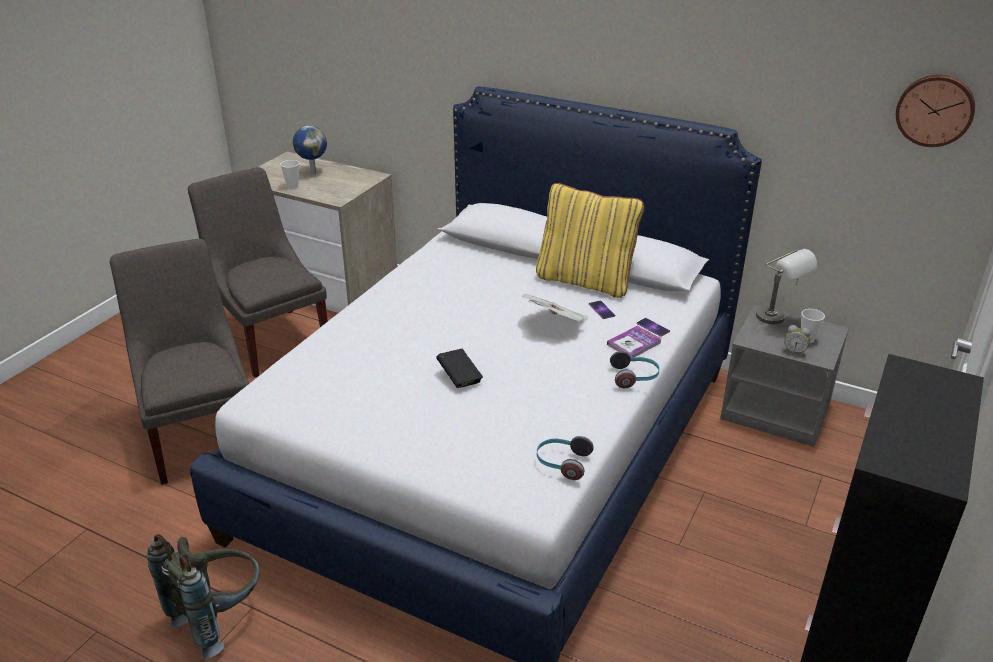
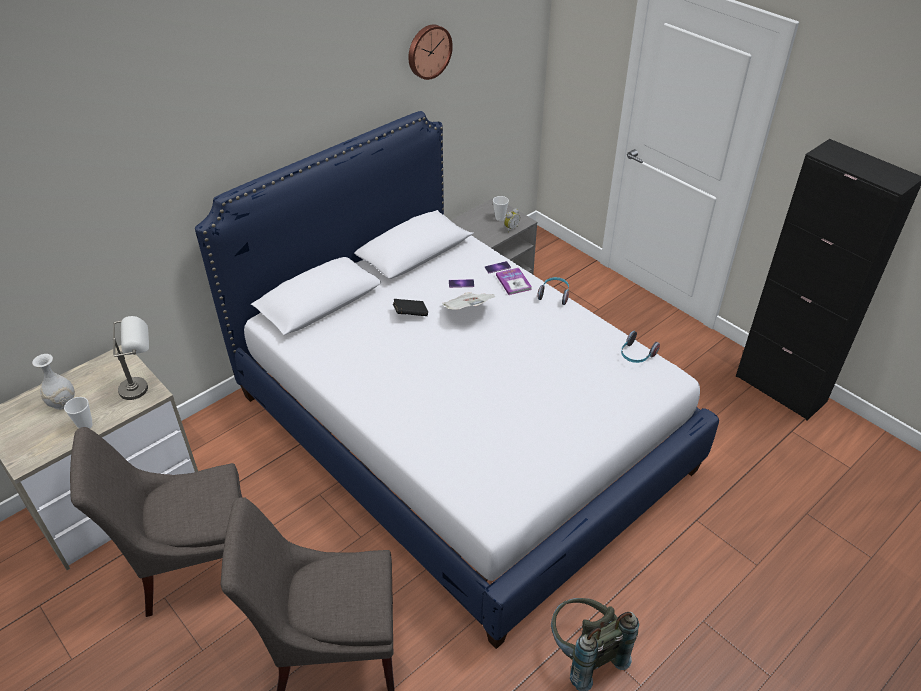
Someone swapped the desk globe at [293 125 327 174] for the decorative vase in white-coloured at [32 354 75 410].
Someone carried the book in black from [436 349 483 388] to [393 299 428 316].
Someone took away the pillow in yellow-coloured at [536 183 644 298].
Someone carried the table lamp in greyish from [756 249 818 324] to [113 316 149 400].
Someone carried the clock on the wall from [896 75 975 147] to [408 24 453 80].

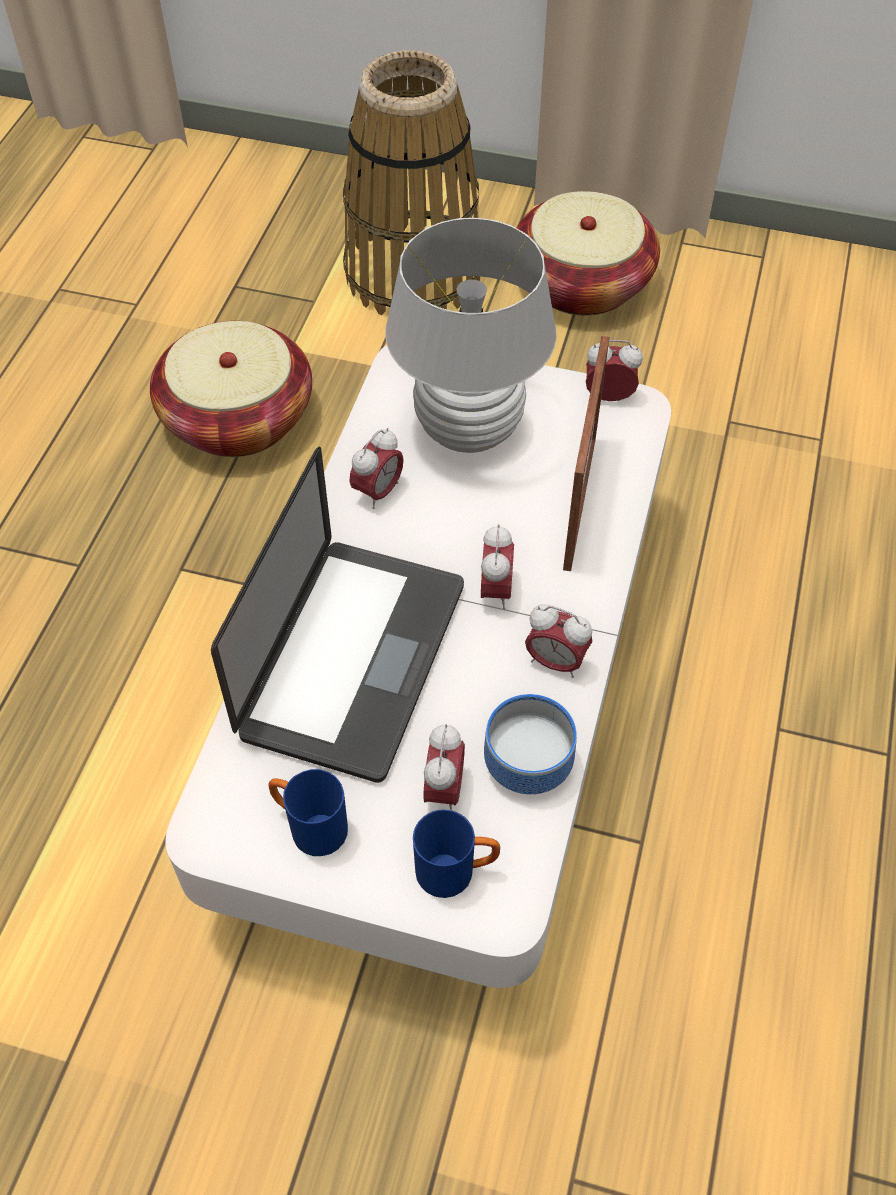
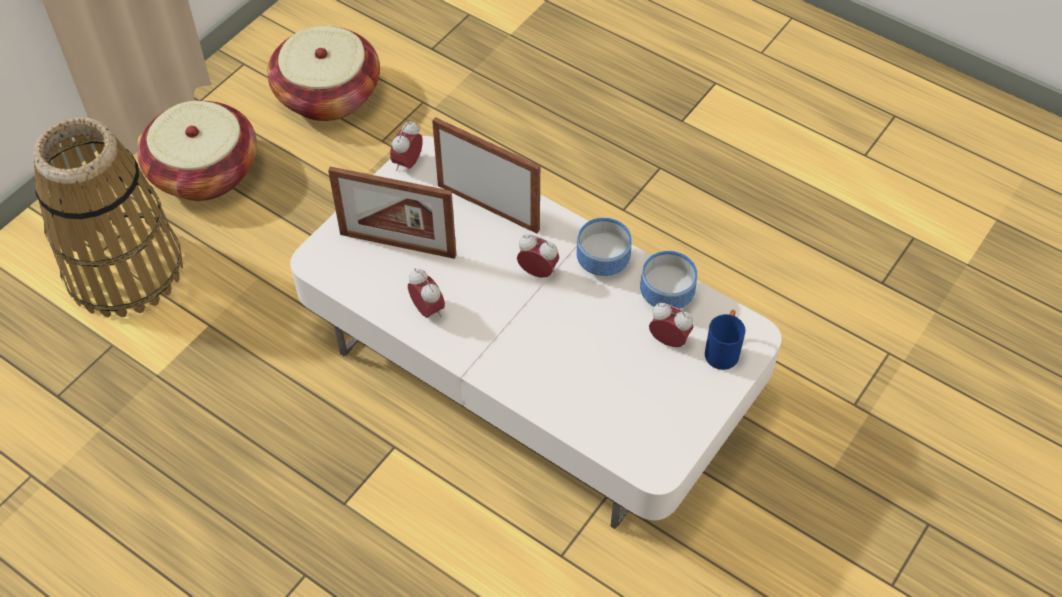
Someone carried the basket from [150 321 312 457] to [267 26 380 121].
Someone took away the notebook computer at [211 447 464 783].
Someone took away the coffee mug in bluish at [268 769 348 856].
Someone swapped the table lamp in white-coloured at [385 218 557 453] for the photo frame at [328 167 456 259].
Someone swapped the alarm clock at [525 604 592 678] for the serving bowl at [576 218 632 276].

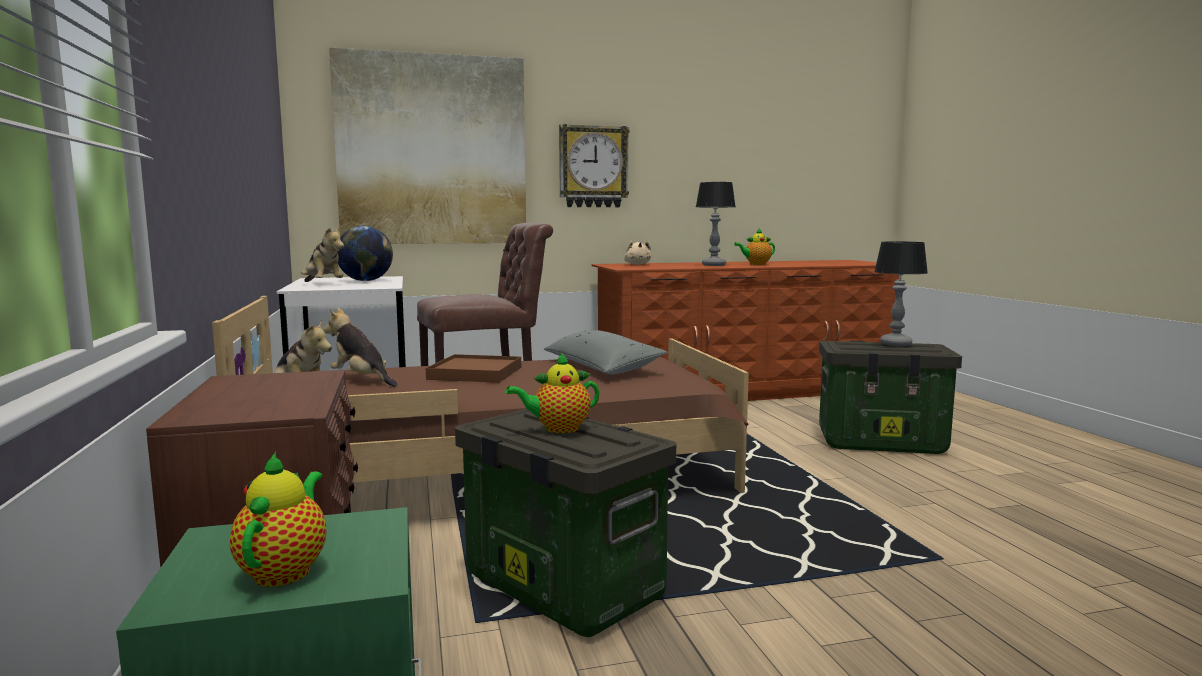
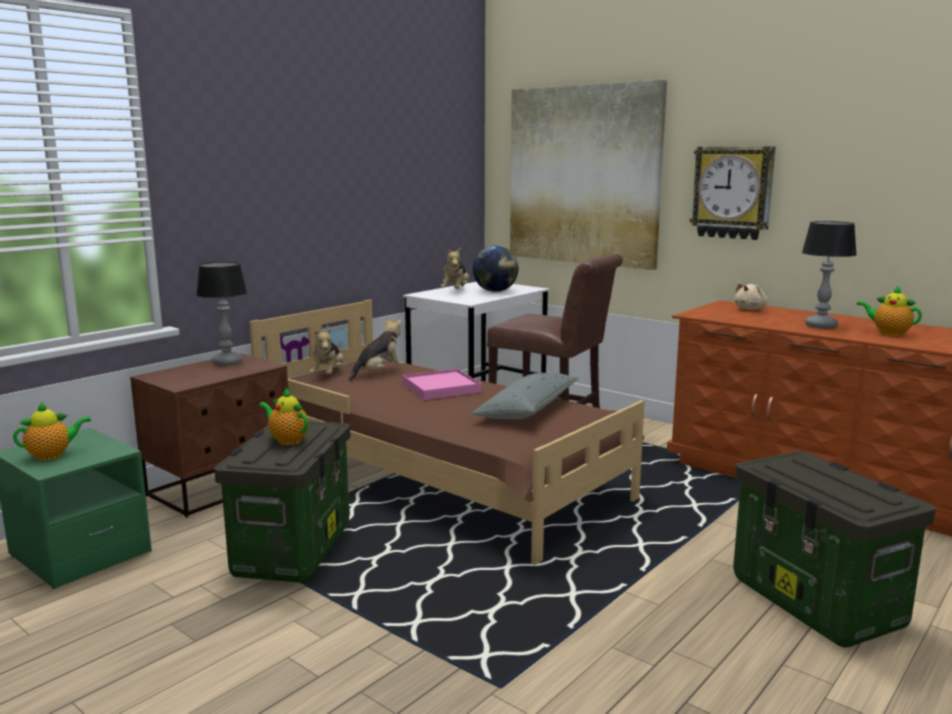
Someone rotated the plush toy at [324 308 397 387] by 45 degrees clockwise.
Someone repainted the tray in brown at [426 354 521 383], which became the tray in pink-coloured at [402 369 482 400].
Someone carried the table lamp from [874 242 928 346] to [196 262 247 366].

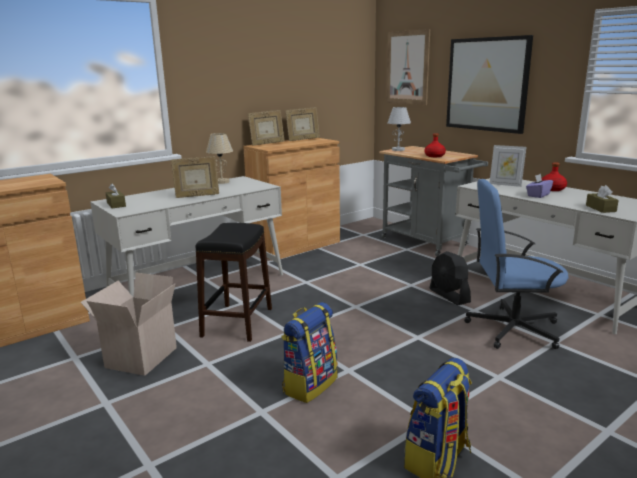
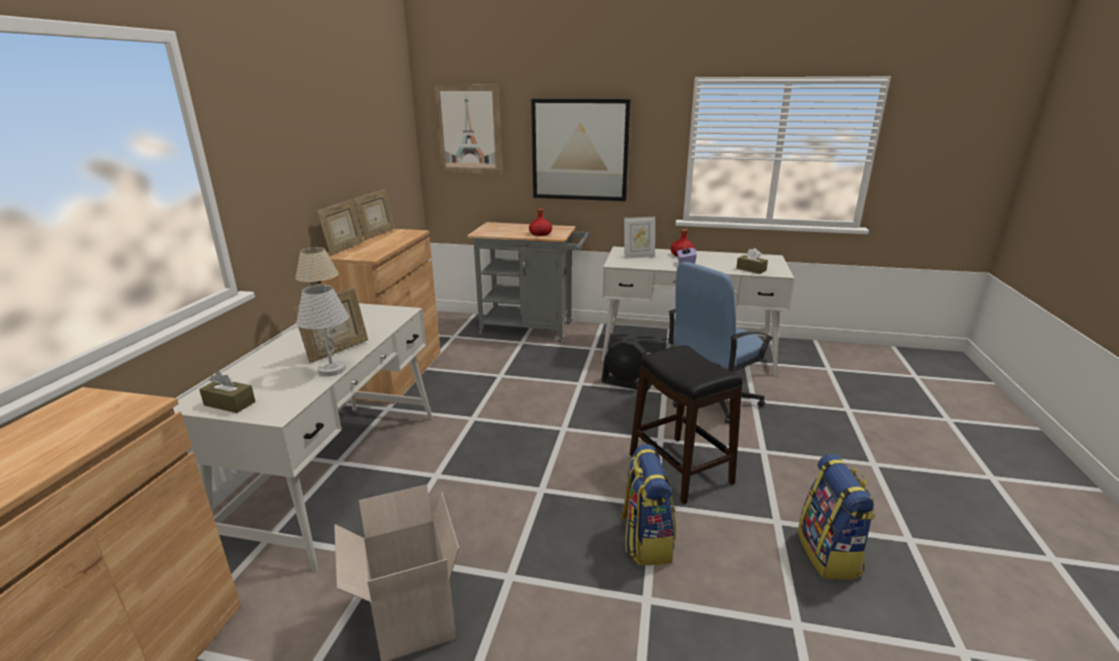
Someone carried the sitting stool in black from [195 223 272 342] to [630 345 743 504].
Someone carried the table lamp in white-coloured from [388 107 411 151] to [296 285 349 376].

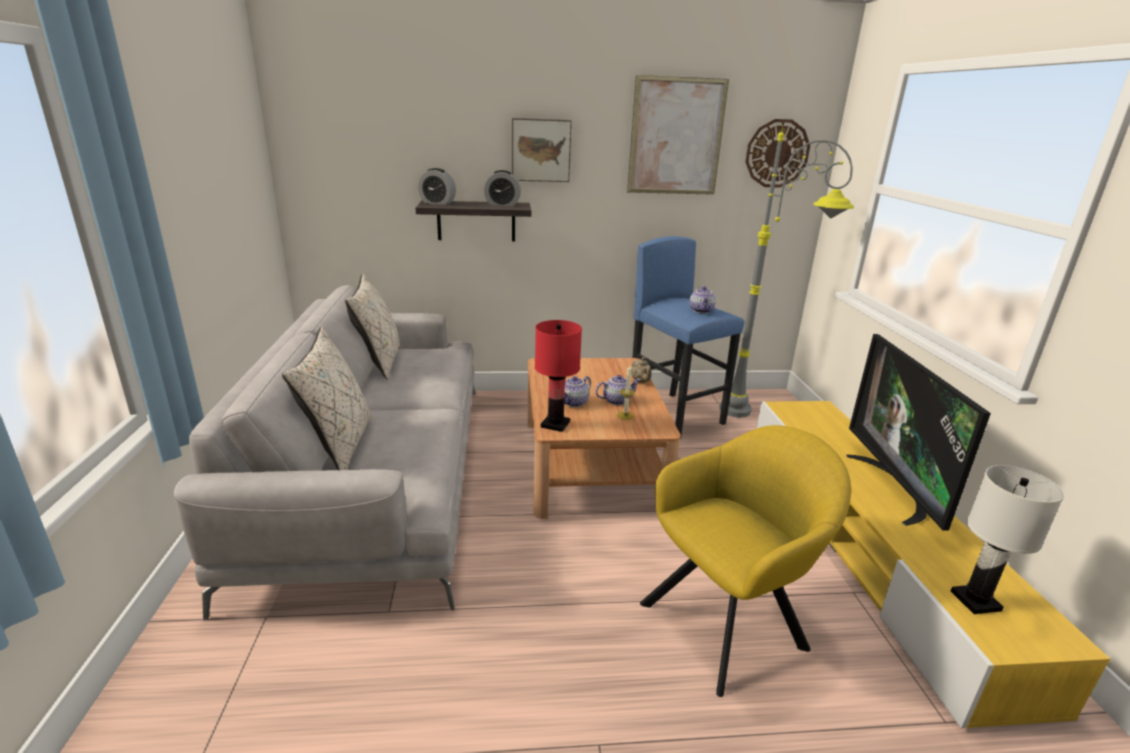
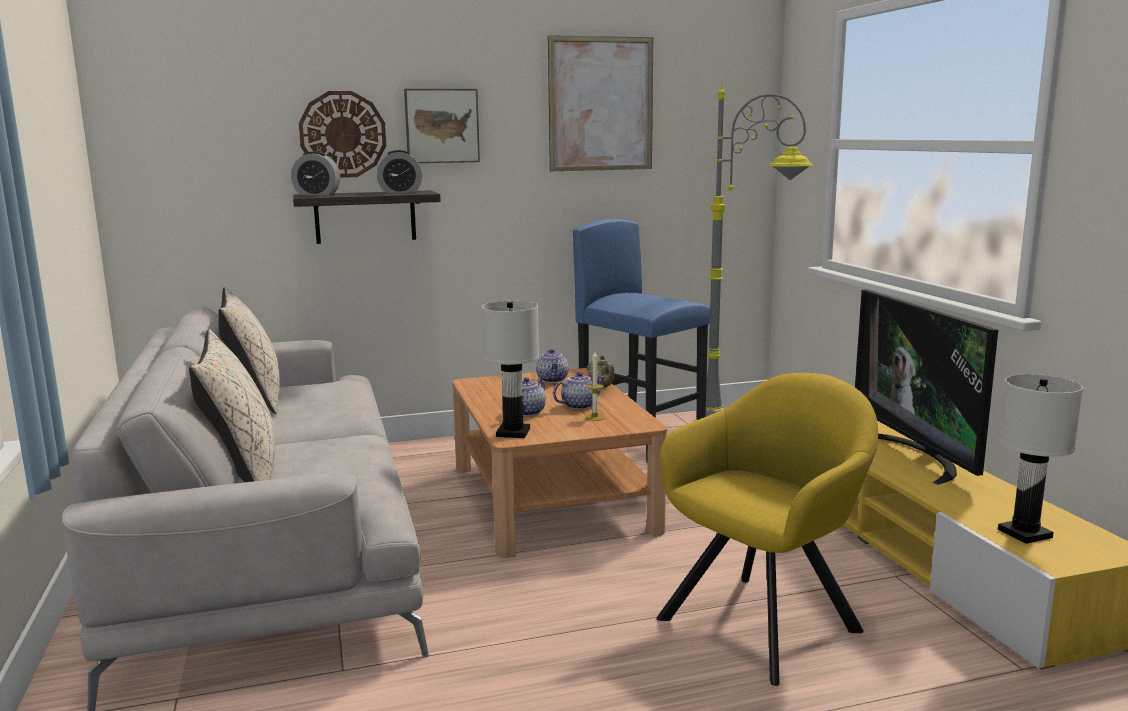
Someone repainted the table lamp in red at [535 320 582 432], which became the table lamp in white-coloured at [482 301 539 438].
Someone carried the teapot from [690 286 716 314] to [536 349 569 383].
Someone carried the clock on the wall from [745 119 810 188] to [299 91 386 178].

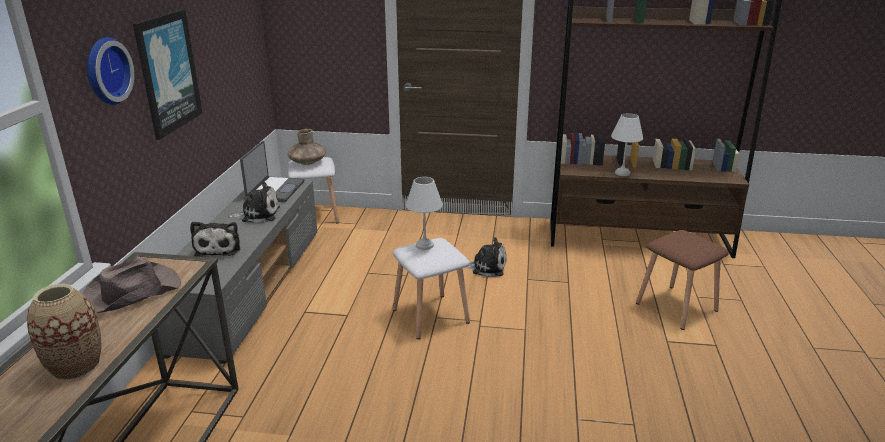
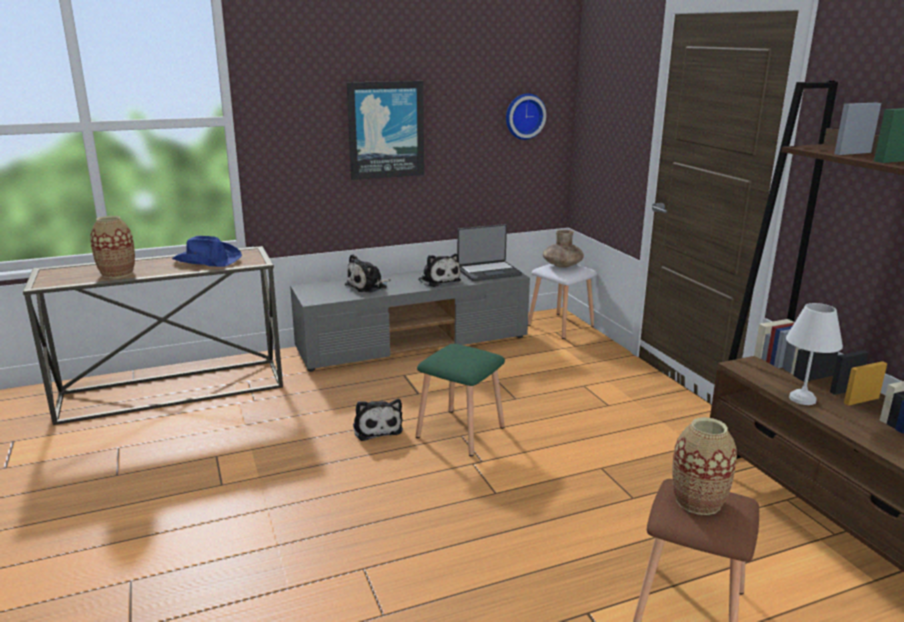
Someone repainted the wearable hat in brown at [82 258 181 313], which became the wearable hat in bluish at [172 236 242 267].
Someone carried the clock on the wall from [87 37 134 105] to [506 93 546 140].
Someone repainted the sitting stool in white-coloured at [393 238 470 339], which became the sitting stool in green at [416 344 505 456].
Someone took away the table lamp in white-coloured at [406 177 443 250].
Someone carried the plush toy from [466 237 507 277] to [353 399 403 441].
Someone put down the decorative vase at [672 417 737 515].

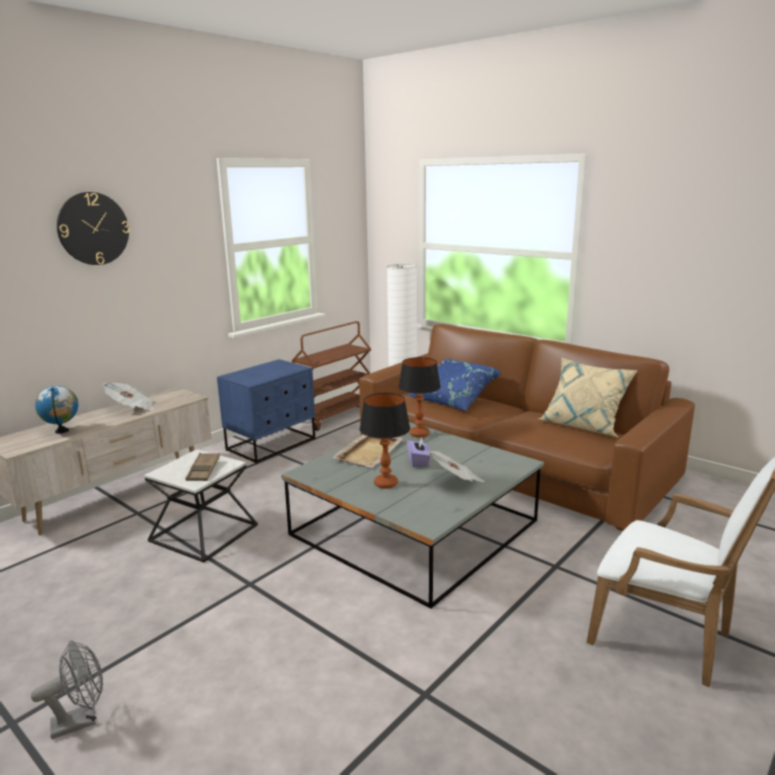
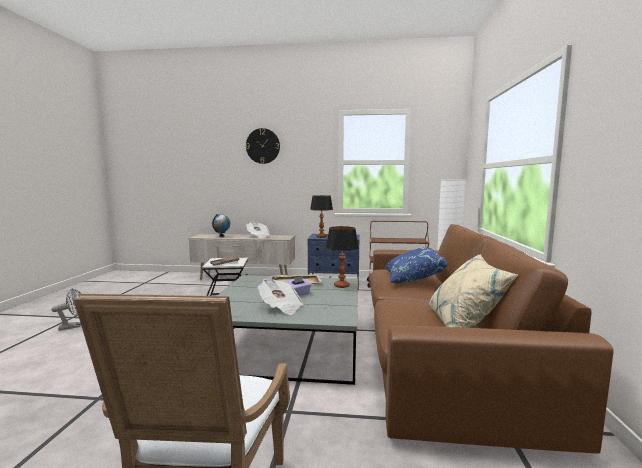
Someone rotated the cooling fan in greyish at [31 641 103 739] by 60 degrees counterclockwise.
Someone carried the table lamp from [360 393 410 489] to [310 195 333 238].

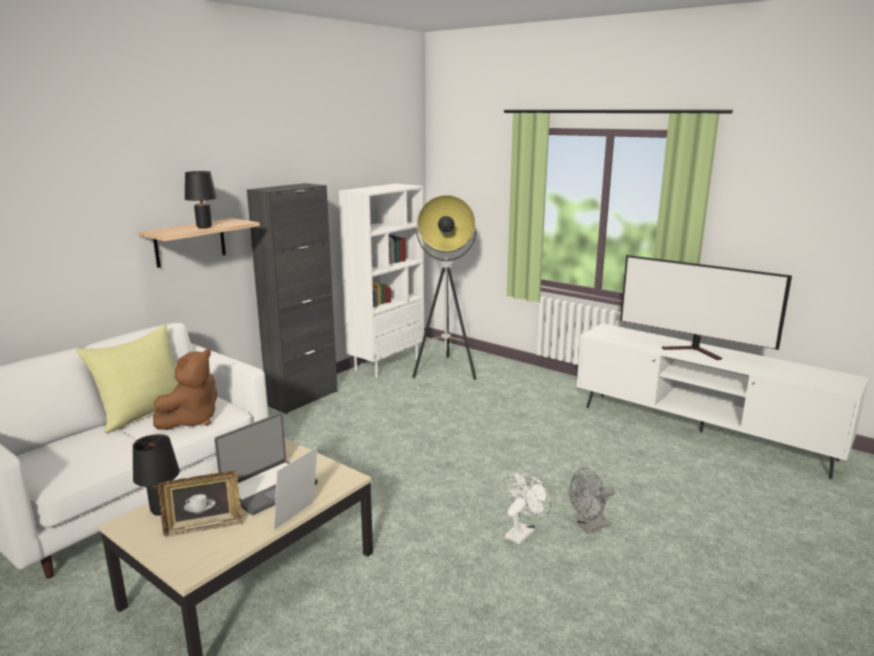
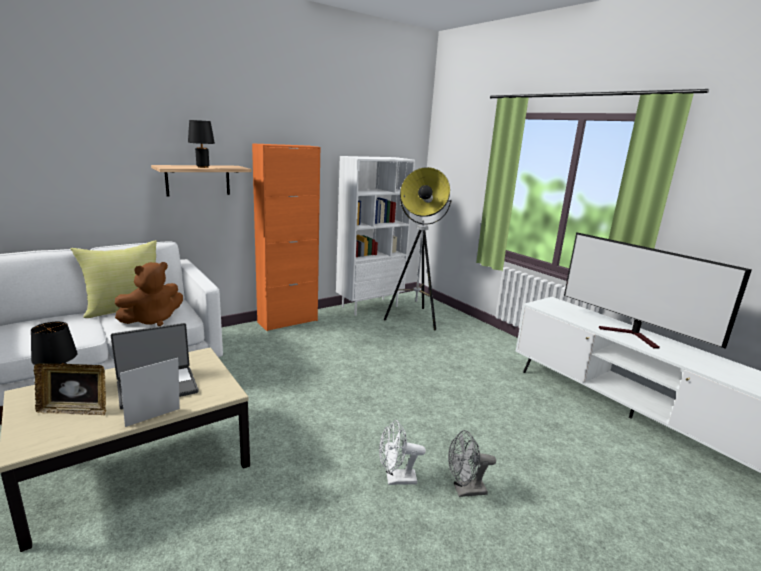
Someone repainted the cupboard in black at [247 183 338 414], which became the cupboard in orange at [252 143 320 331].
Someone rotated the cooling fan in white-coloured at [505 472 551 544] by 150 degrees counterclockwise.

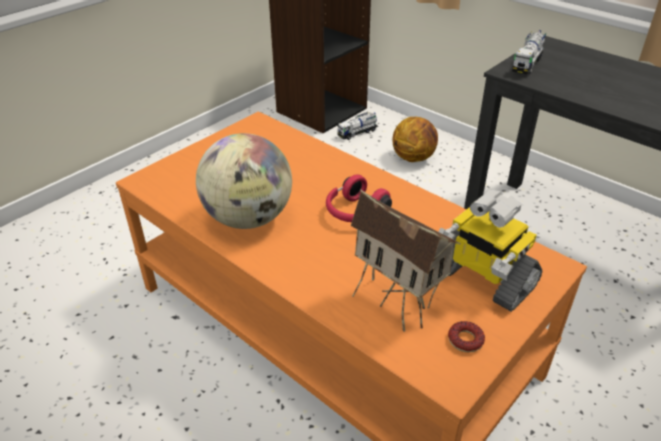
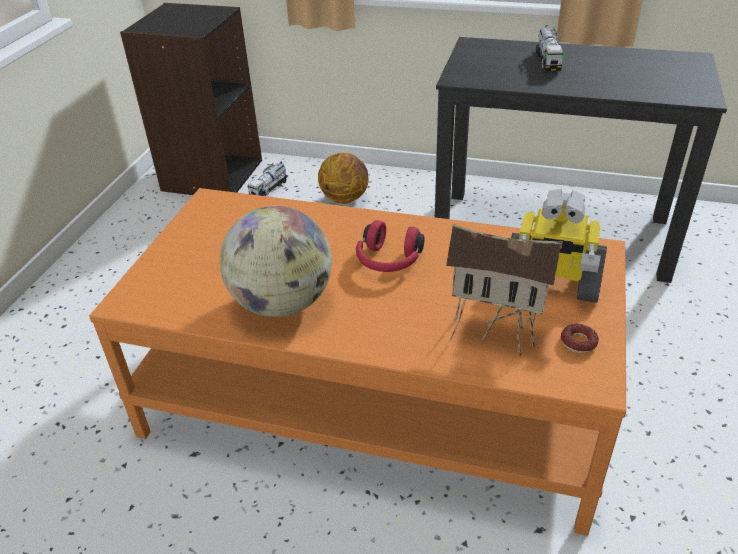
Someone carried the model truck from [512 30 546 75] to [536 25 564 71].

